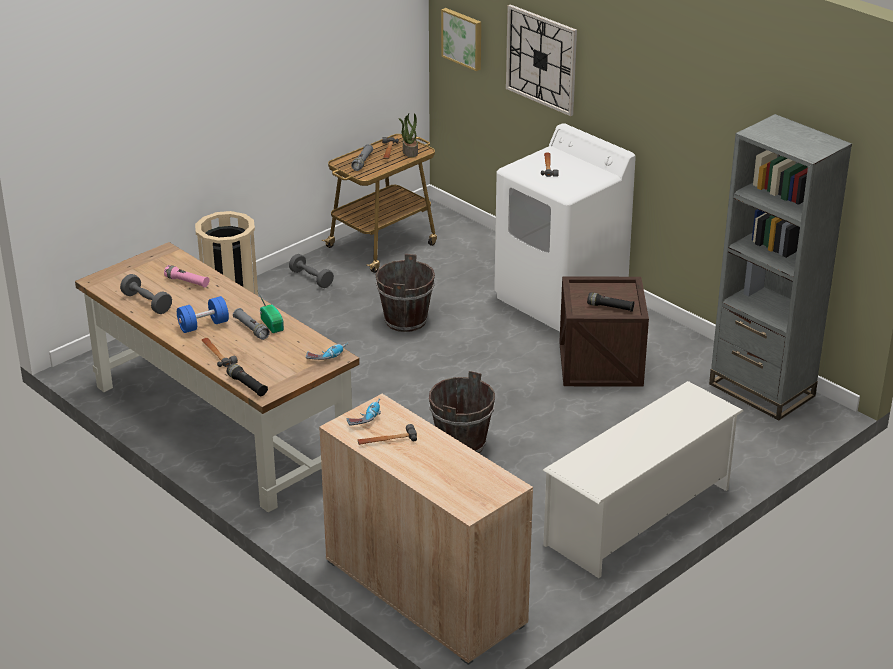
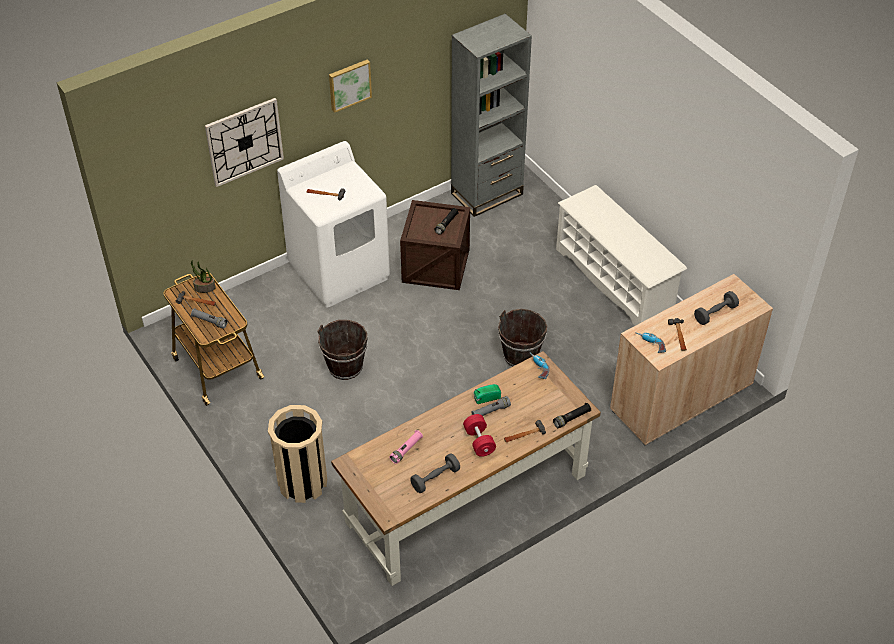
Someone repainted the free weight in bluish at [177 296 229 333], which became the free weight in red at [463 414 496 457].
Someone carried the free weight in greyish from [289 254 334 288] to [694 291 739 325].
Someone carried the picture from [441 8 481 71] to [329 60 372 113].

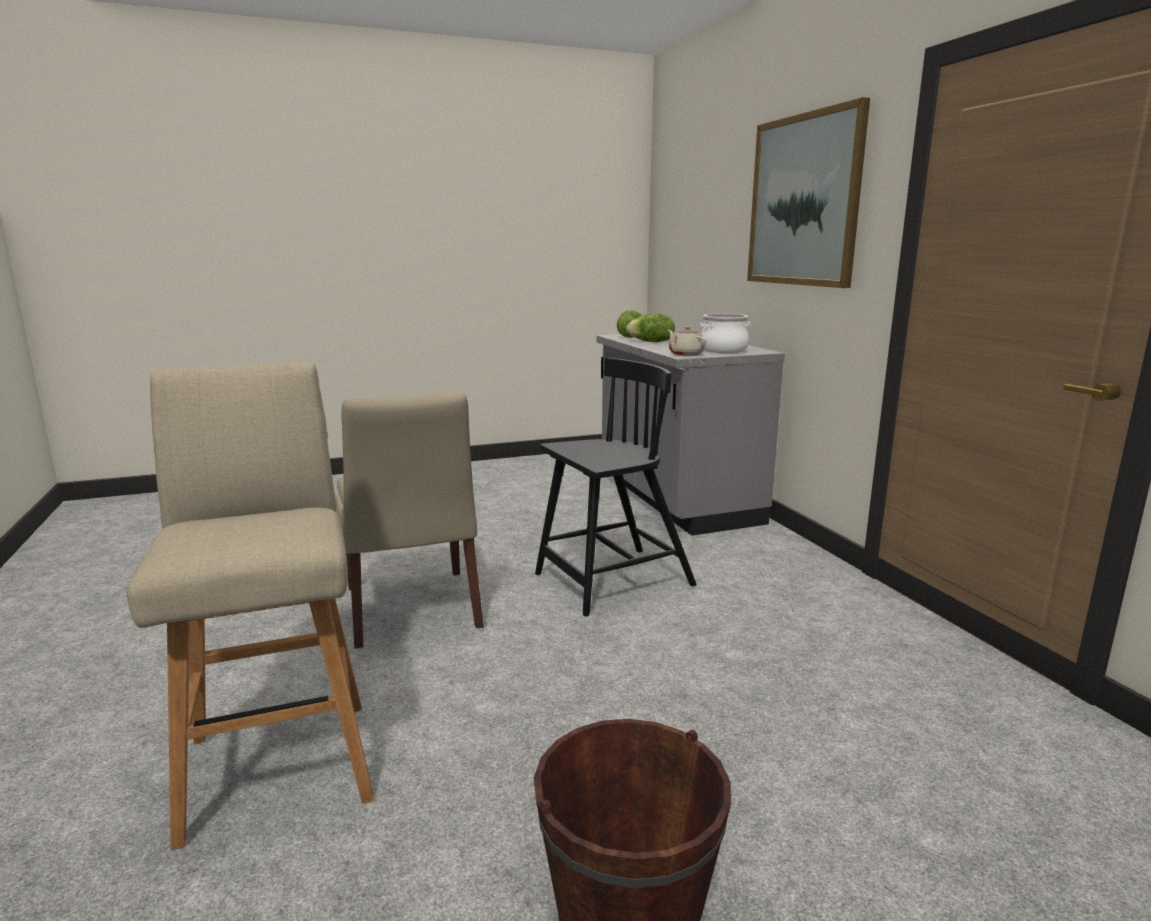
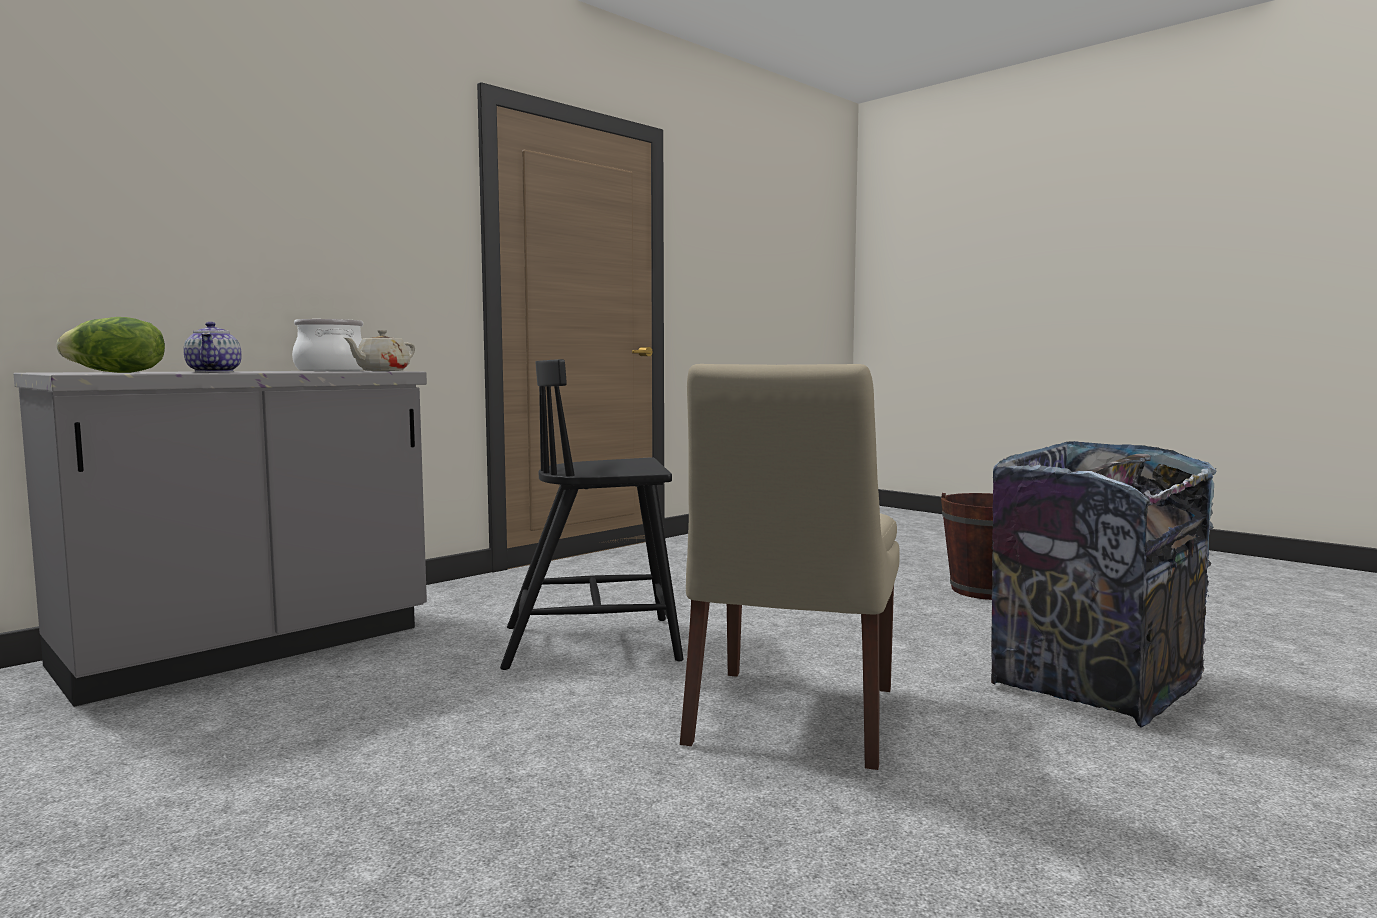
Someone swapped the sitting stool in beige at [127 362 374 850] for the trash can at [991 441 1217 728].
Someone rotated the upright chair in beige at [336 392 484 649] by 150 degrees clockwise.
Someone rotated the upright chair in black at [535 358 696 617] by 45 degrees counterclockwise.
Someone swapped the head of lettuce at [626 314 675 342] for the teapot at [183 322 242 372].
Someone took away the picture at [747 97 870 288].

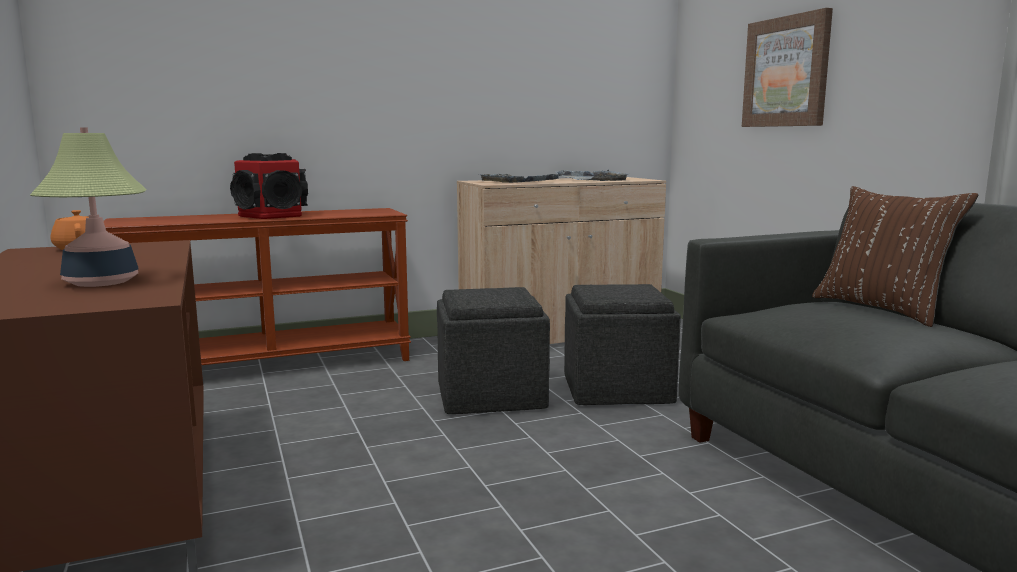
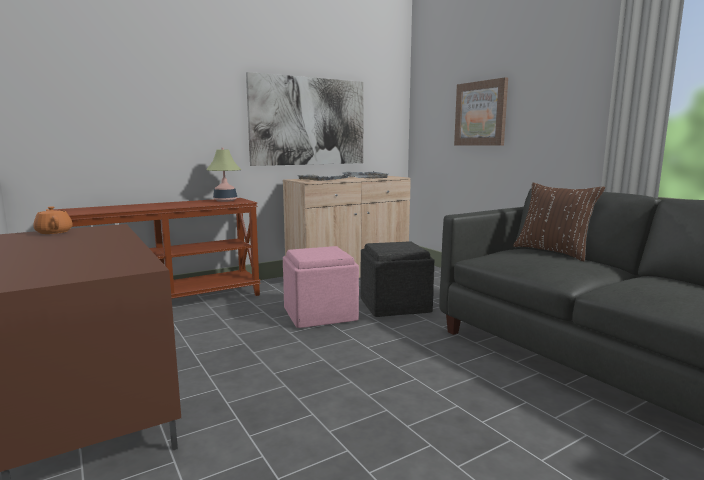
Someone carried the table lamp from [30 127 146 287] to [206 148 241 202].
Someone took away the audio speaker at [230 153 308 219].
Someone repainted the ottoman in greyish at [437 287 550 414], which became the ottoman in pink-coloured at [283 246 359 328].
Someone put up the picture at [246 72 364 166].

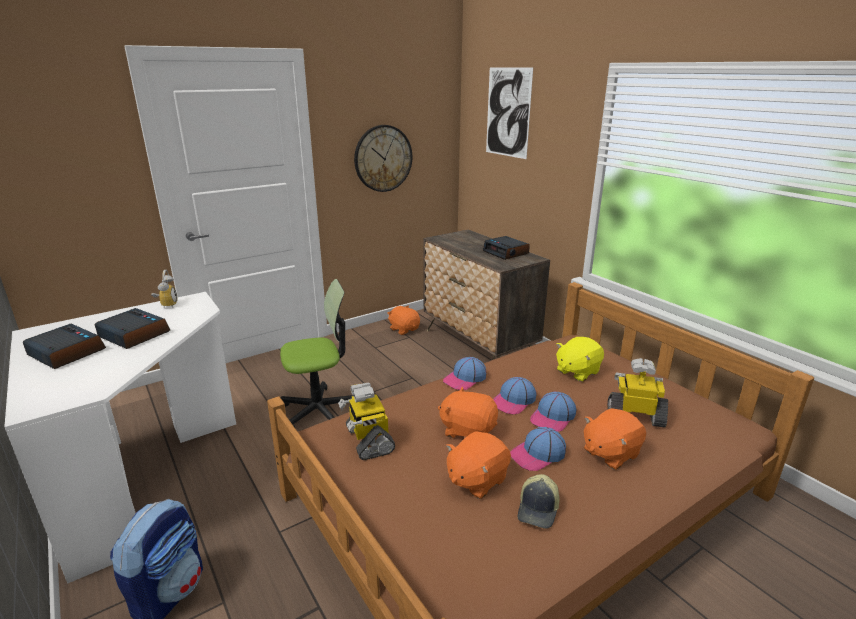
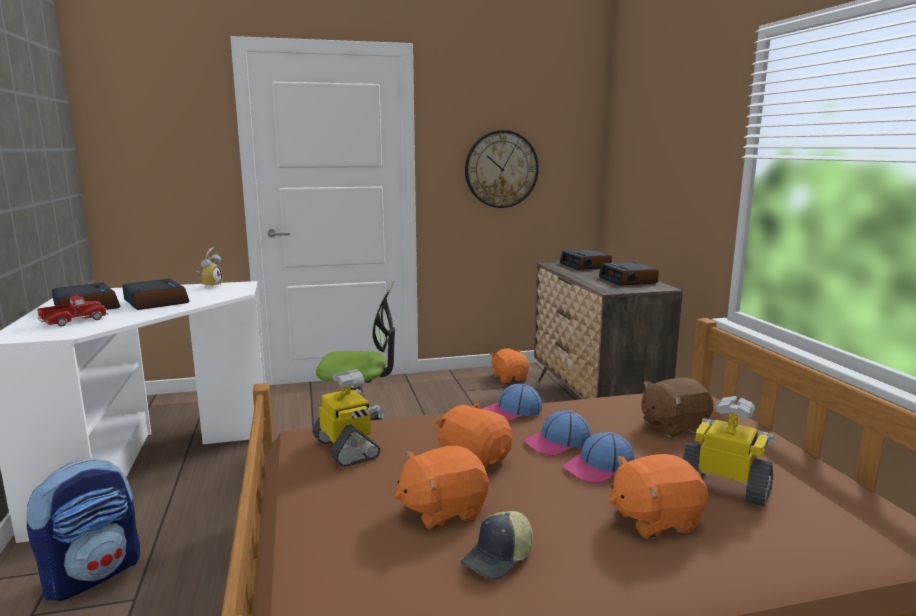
Someone rotated the toy robot at [338 382 395 460] by 150 degrees clockwise.
Someone took away the picture at [486 67 533 159].
Someone took away the baseball cap at [510 427 566 471].
Someone repainted the plush toy in yellow-coloured at [556 337 604 382], which became the plush toy in brown at [641 378 714 437].
Someone put down the model truck at [37 296 108 326].
Someone put down the alarm clock at [560 249 612 270].

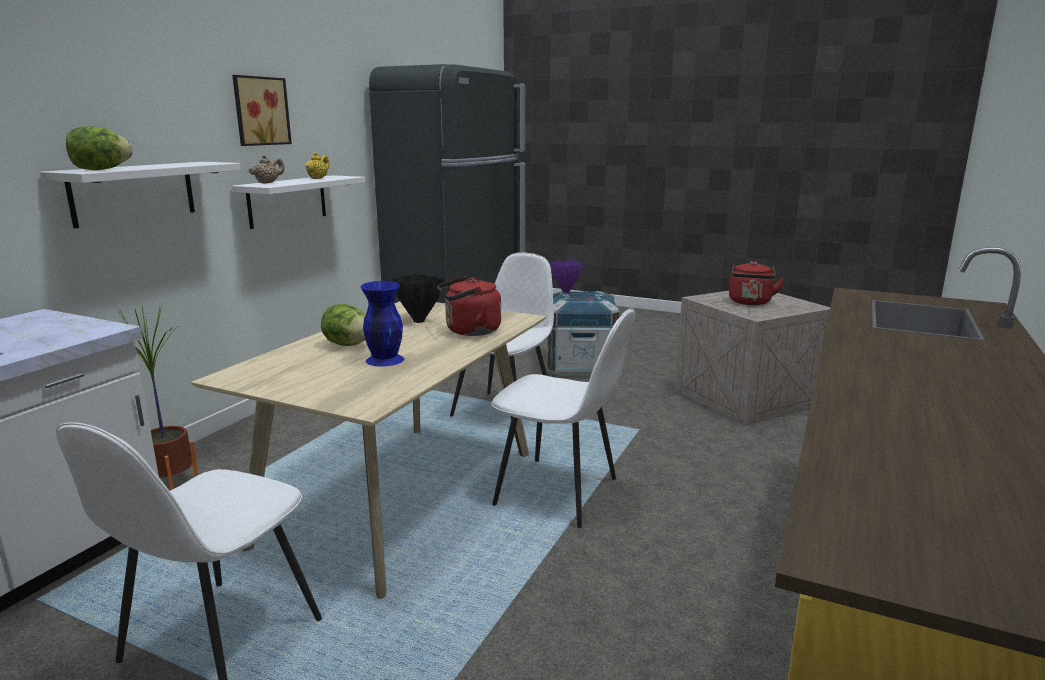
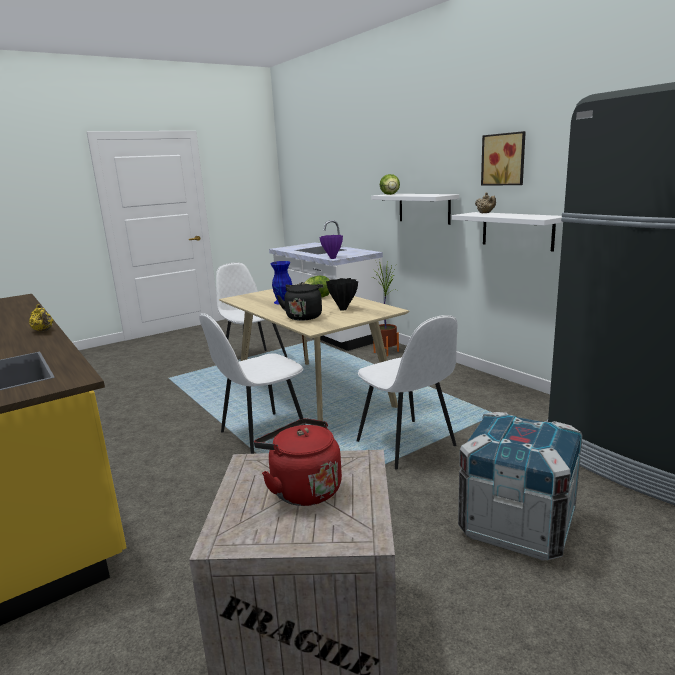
Someone carried the teapot in yellow-coloured from [305 152 329 179] to [29 304 53 332].
Someone repainted the kettle in red at [437 276 501 336], which became the kettle in black at [277 282 323 321].
Someone carried the decorative vase in purple from [550 260 583 293] to [319 235 343 259].

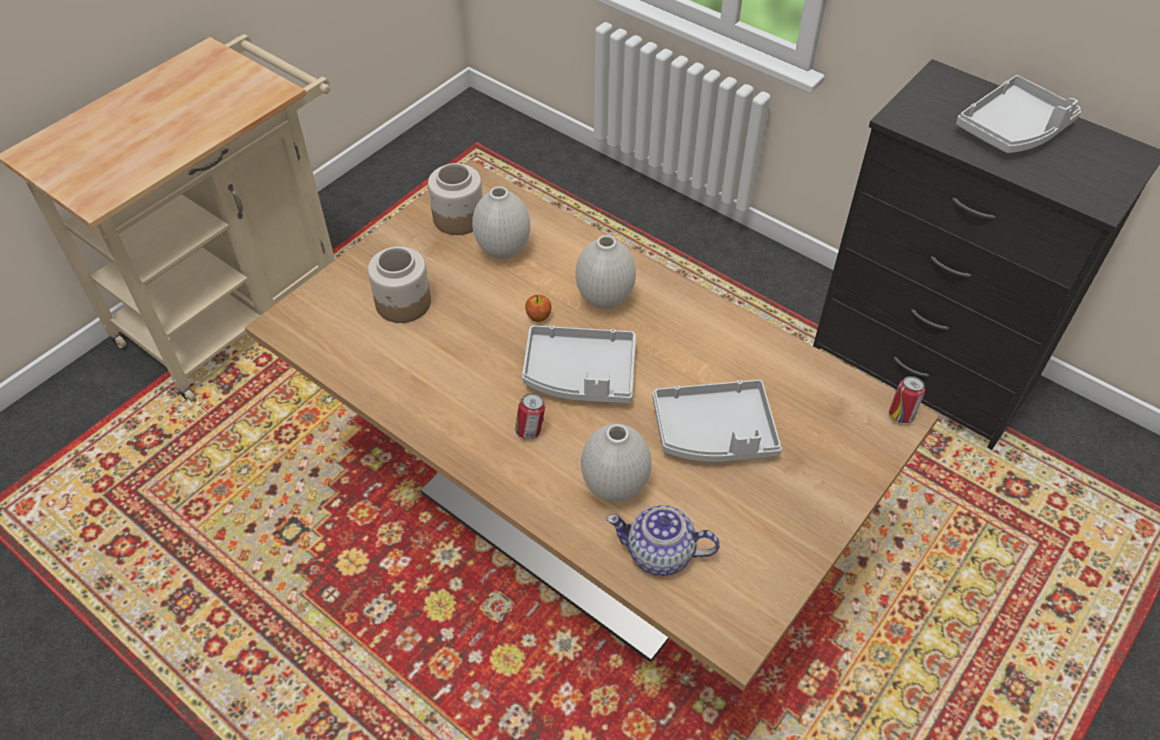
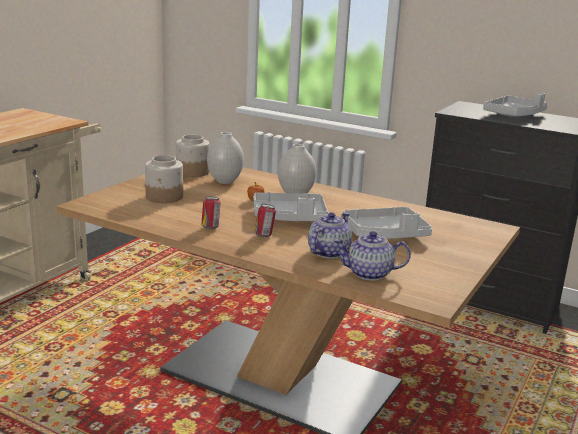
Someone swapped the decorative vase in white-coloured at [581 424 651 502] for the teapot at [308 212 352 258].
Someone carried the can from [889 376 925 423] to [201 197 220 229].

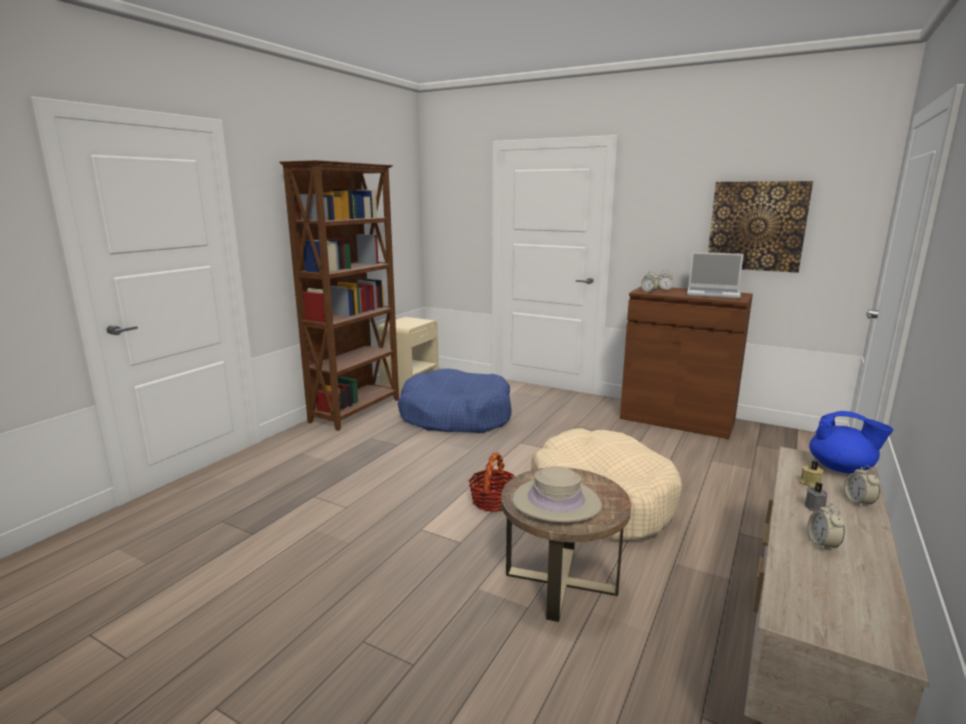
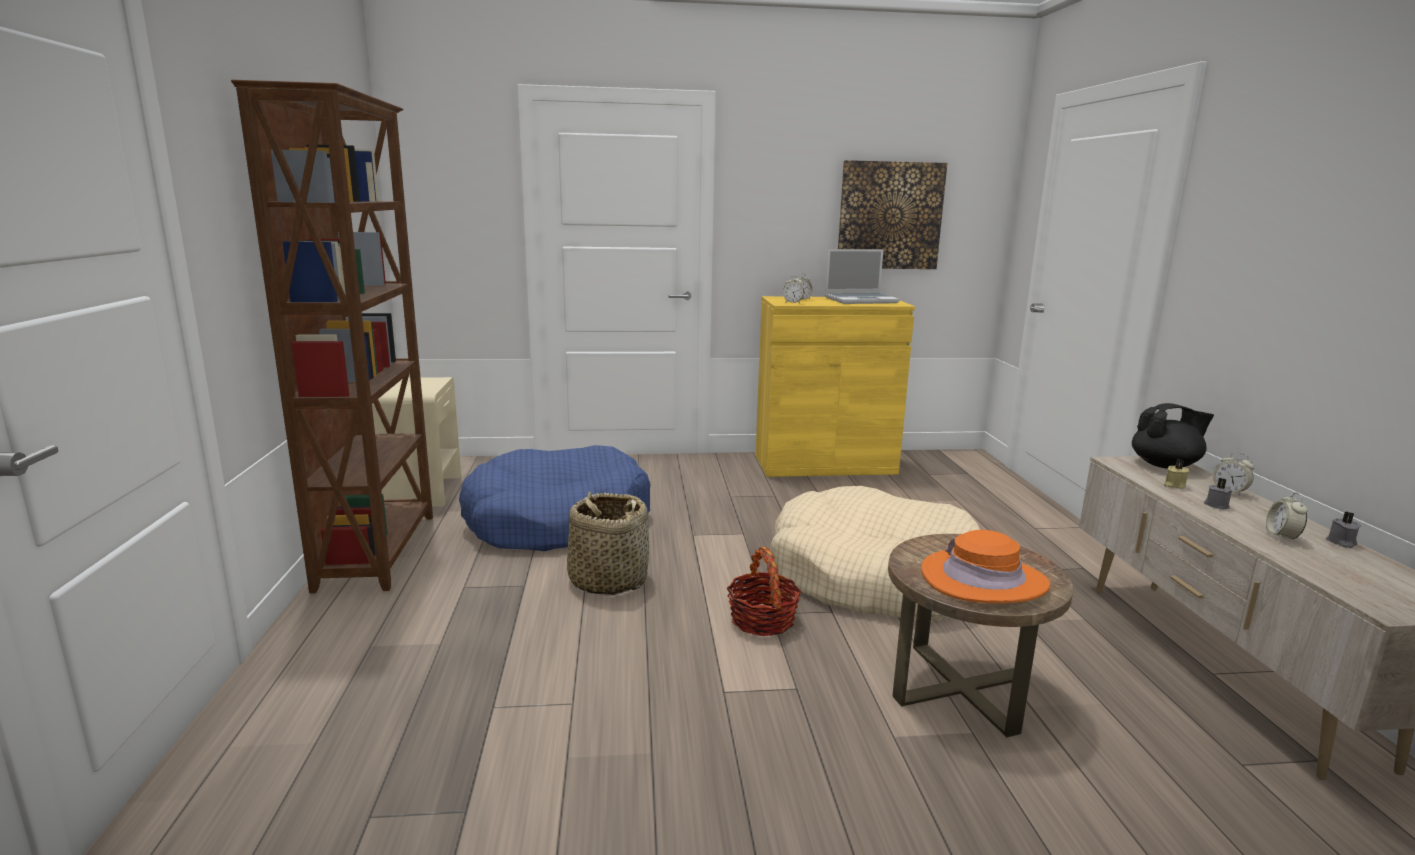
Someone repainted the wearable hat in beige at [512 466 602 522], which became the wearable hat in orange at [921 530 1050 603].
Someone repainted the cupboard in brown at [620 286 753 439], which became the cupboard in yellow-coloured at [756 296 915 477].
Someone rotated the alarm clock at [807 503 845 551] by 45 degrees clockwise.
Someone repainted the teapot in bluish at [809 411 894 473], which became the teapot in black at [1132 403 1214 469].
Someone put down the basket at [567 492 649 595].
Someone put down the wax light in greyish at [1326 511 1361 548].

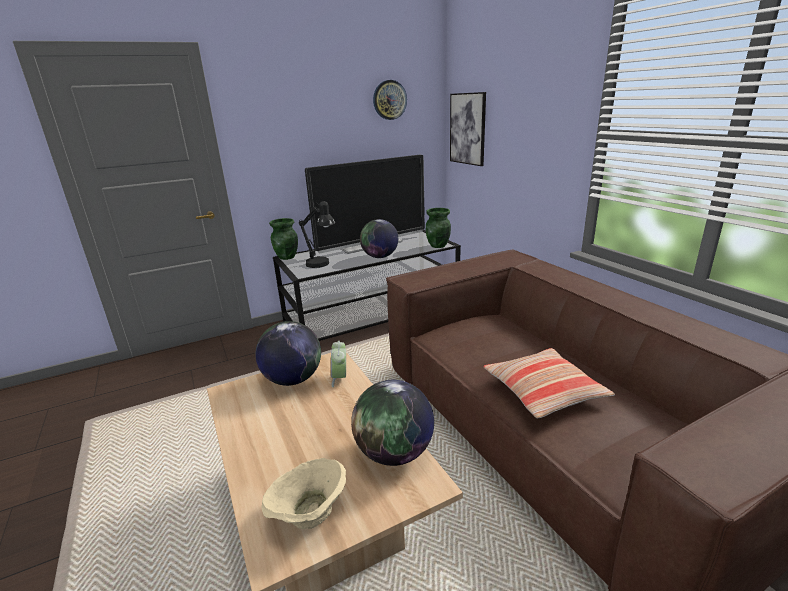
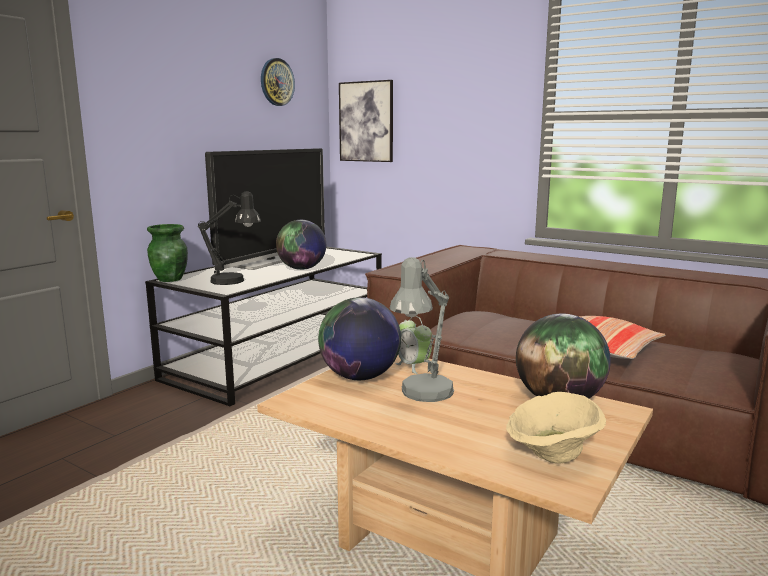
Someone took away the decorative vase in green at [426 208 451 248].
Someone put down the table lamp in greyish at [390 257 454 402].

